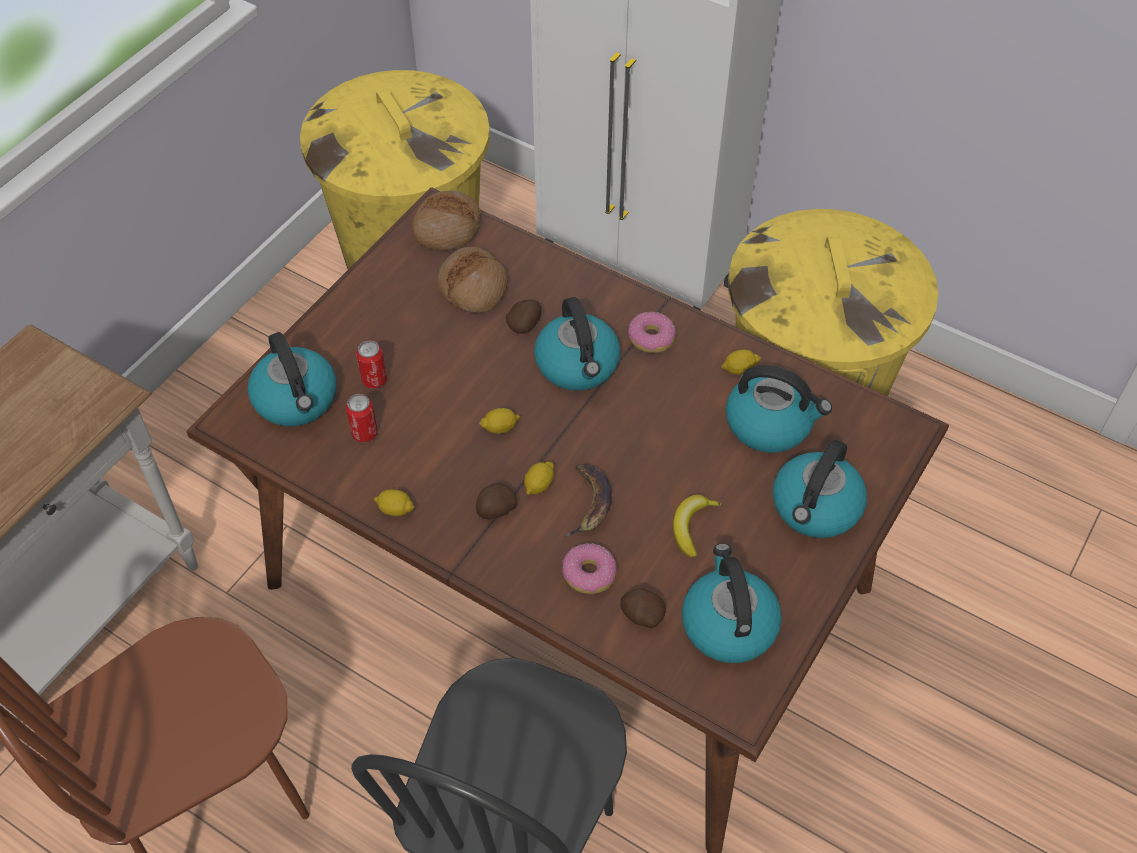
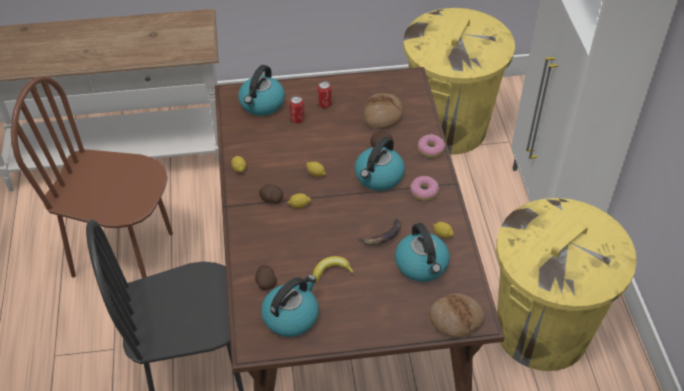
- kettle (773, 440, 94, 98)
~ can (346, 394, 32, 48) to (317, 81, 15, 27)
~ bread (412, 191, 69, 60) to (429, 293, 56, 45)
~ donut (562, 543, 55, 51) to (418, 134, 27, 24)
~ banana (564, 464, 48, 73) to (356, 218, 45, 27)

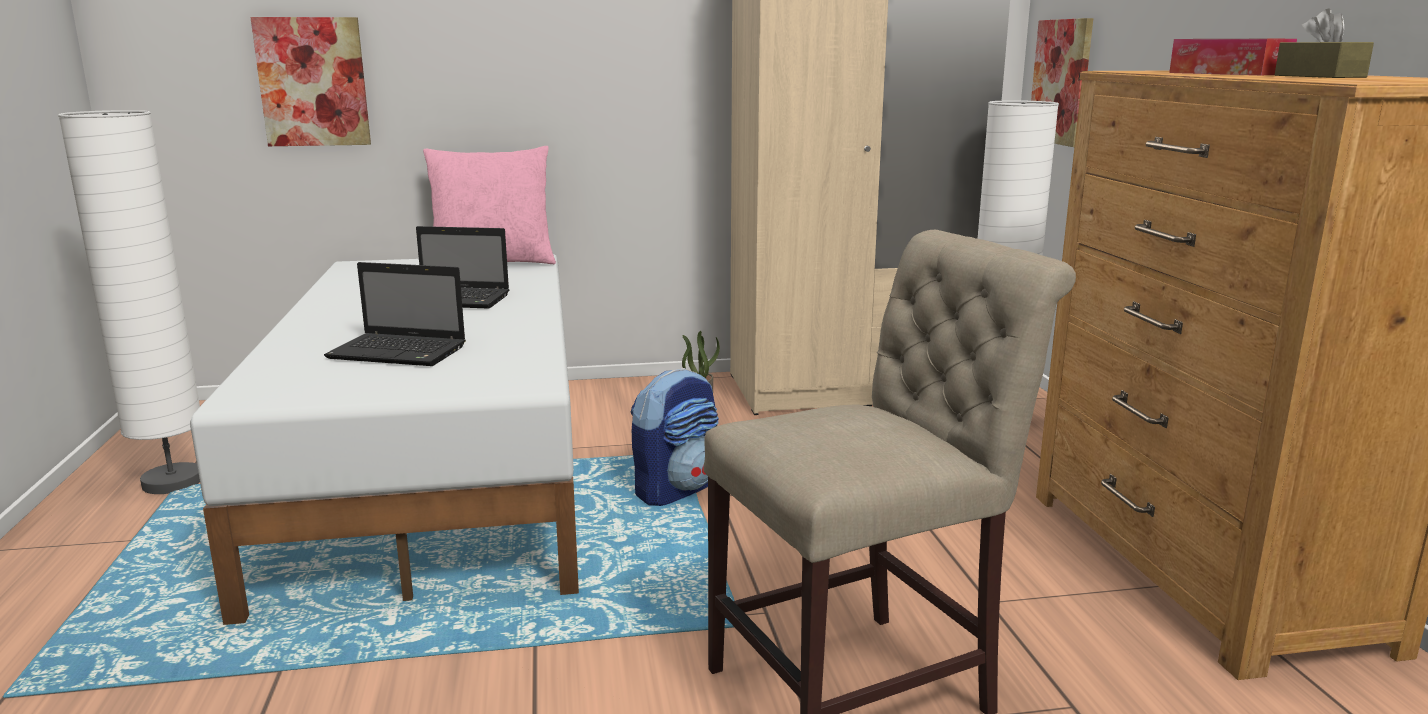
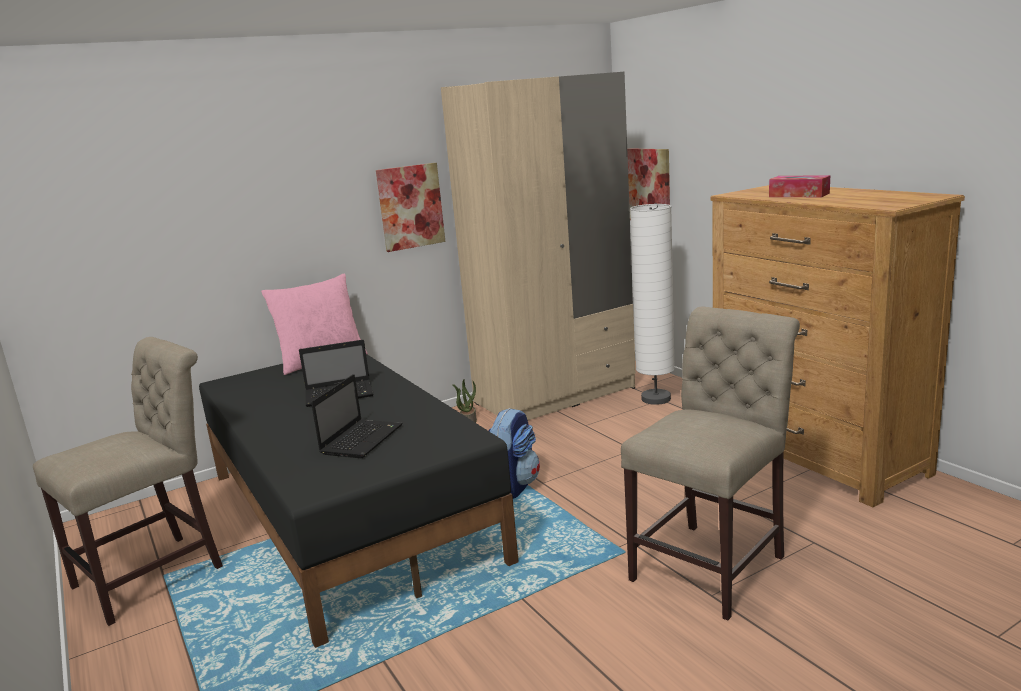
- brown_tissue_box (1275, 8, 99, 70)
~ picture (250, 17, 121, 129) to (376, 163, 69, 89)
~ white_floor_lamp (58, 110, 142, 384) to beige_chair (33, 337, 190, 289)
~ white_bed (190, 254, 389, 371) to black_bed (199, 355, 320, 293)
~ laptop (324, 262, 142, 104) = (311, 374, 92, 84) 60 degrees counterclockwise

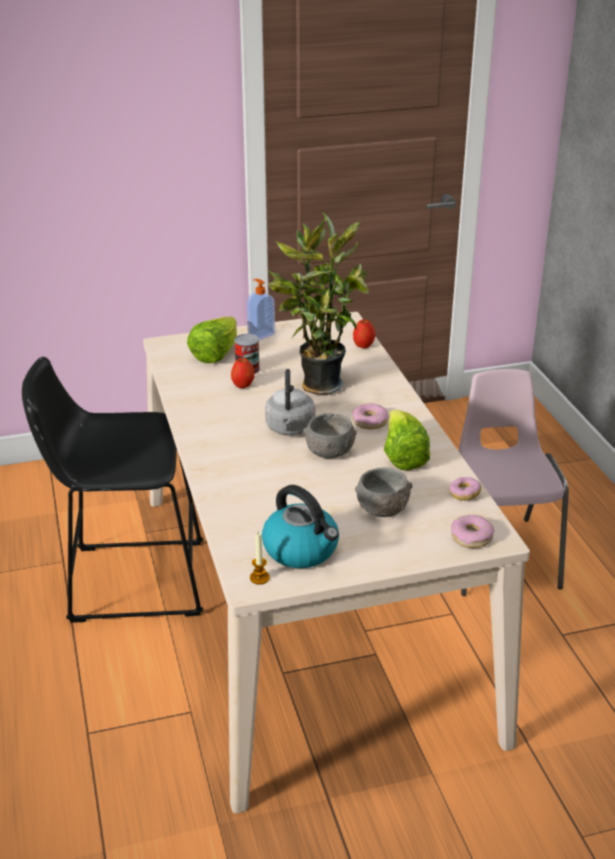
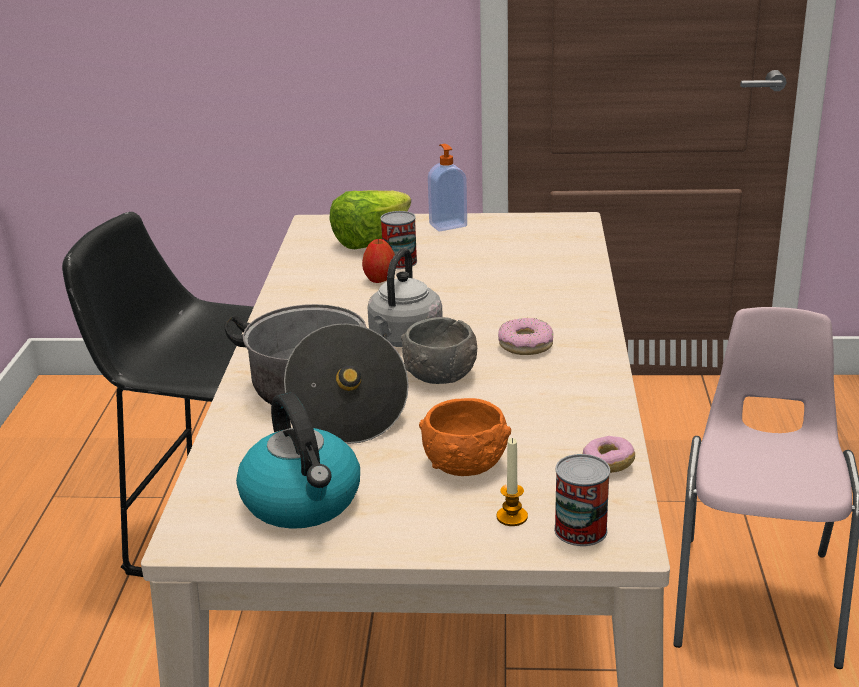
- potted_plant (268, 212, 101, 183)
- apple (353, 319, 23, 29)
- lettuce (384, 410, 46, 60)
+ cooking_pot (224, 304, 185, 140)
~ candle (250, 531, 20, 53) to (496, 438, 32, 88)
~ donut (451, 515, 43, 33) to can (554, 454, 56, 92)
~ grey_bowl (355, 467, 58, 50) to orange_bowl (419, 398, 92, 78)

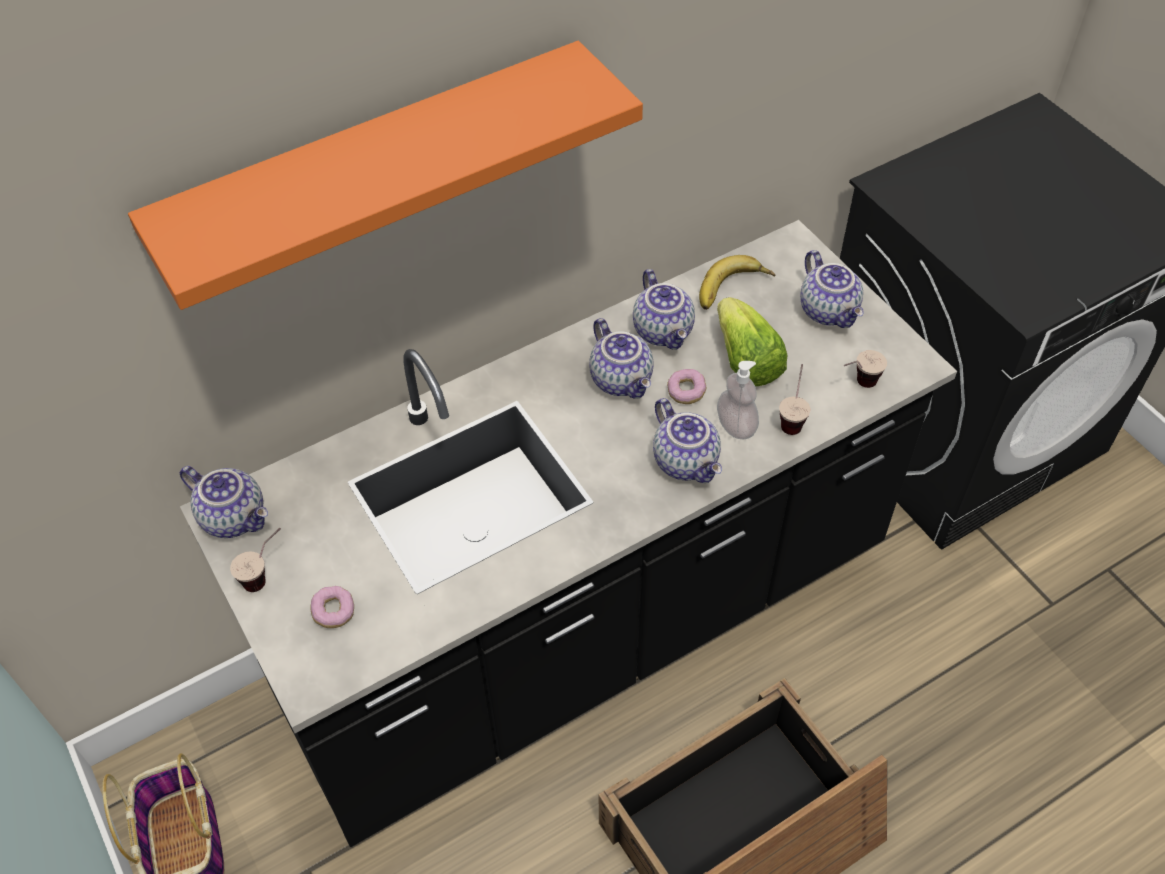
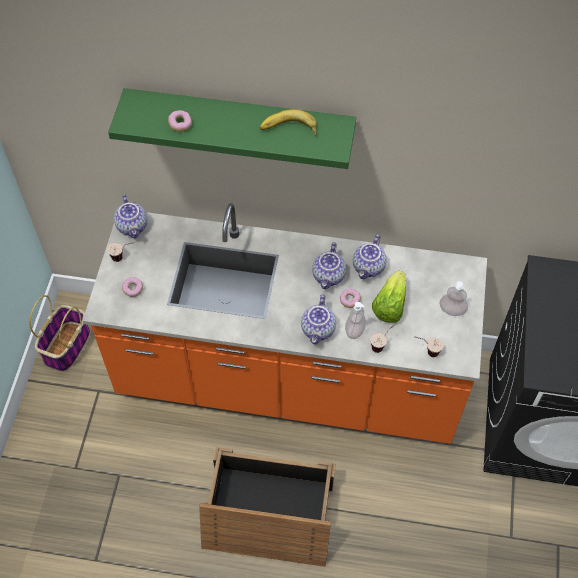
+ donut (168, 110, 24, 22)
~ banana (699, 255, 76, 55) to (260, 109, 57, 27)
~ teapot (800, 250, 64, 78) to soap_dispenser (440, 281, 28, 35)
~ orange_shelf (128, 41, 515, 269) to green_shelf (108, 88, 248, 81)
~ black_counter (180, 220, 777, 627) to orange_counter (82, 203, 405, 241)

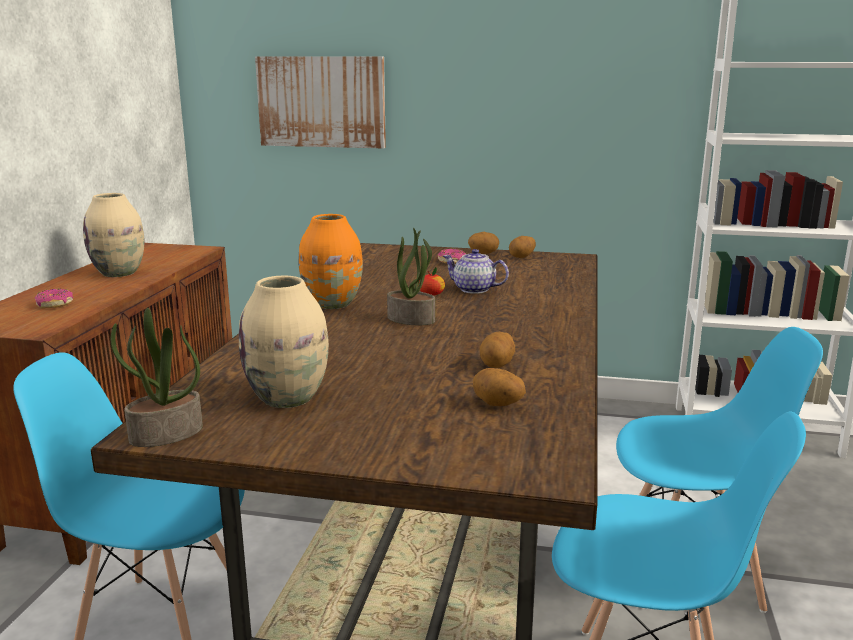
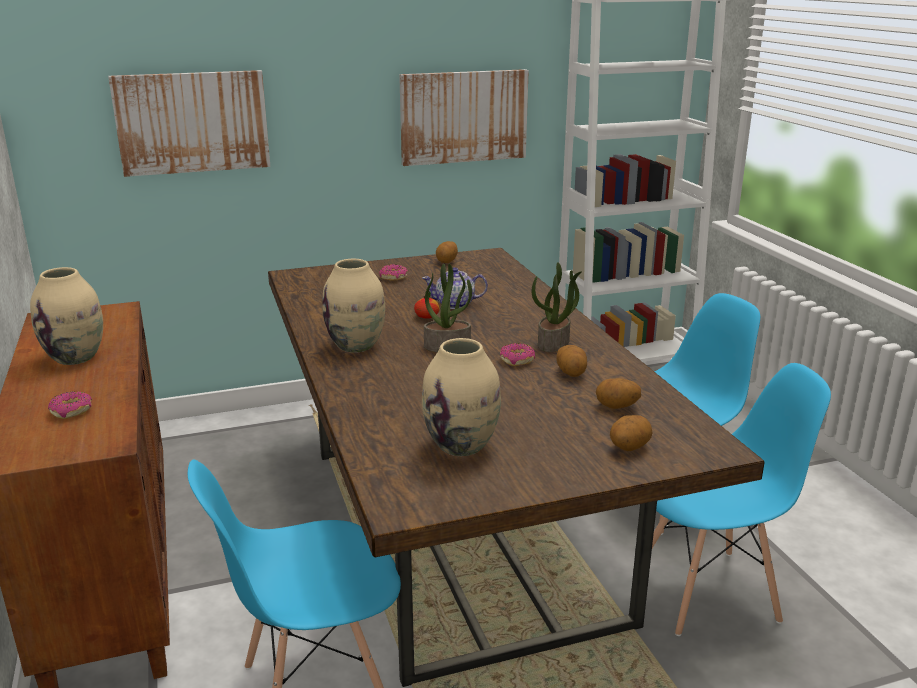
+ picture (399, 69, 130, 97)
+ donut (500, 343, 35, 23)
~ potted_plant (111, 308, 92, 139) to (532, 262, 50, 90)
~ potato (468, 232, 31, 22) to (610, 415, 42, 36)
~ orange_vase (299, 214, 64, 95) to beige_vase (322, 259, 63, 94)

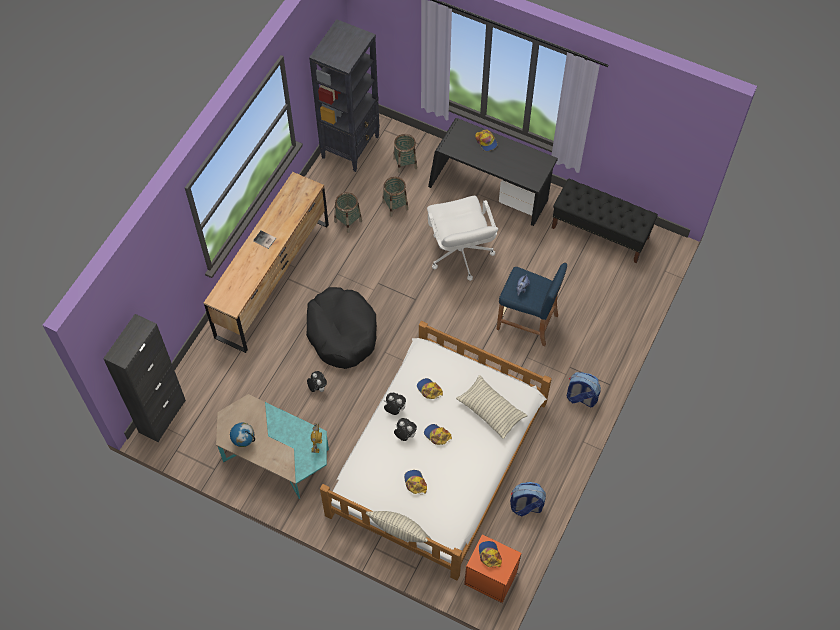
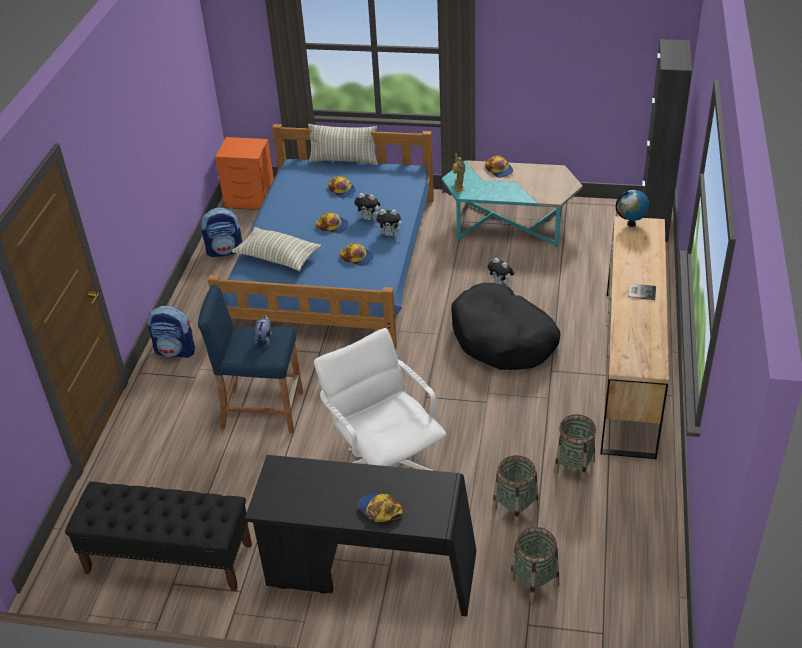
- black_bookcase (309, 19, 71, 153)
~ globe (230, 423, 25, 24) to (616, 190, 33, 37)
~ cap (479, 541, 23, 27) to (485, 155, 28, 23)
~ white_bed (320, 321, 232, 260) to blue_bed (208, 124, 226, 225)

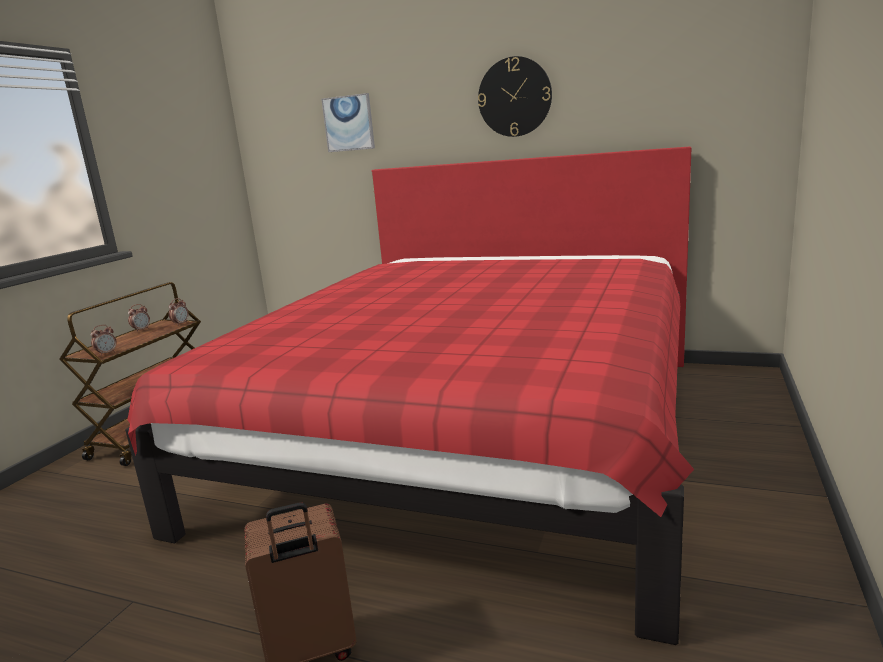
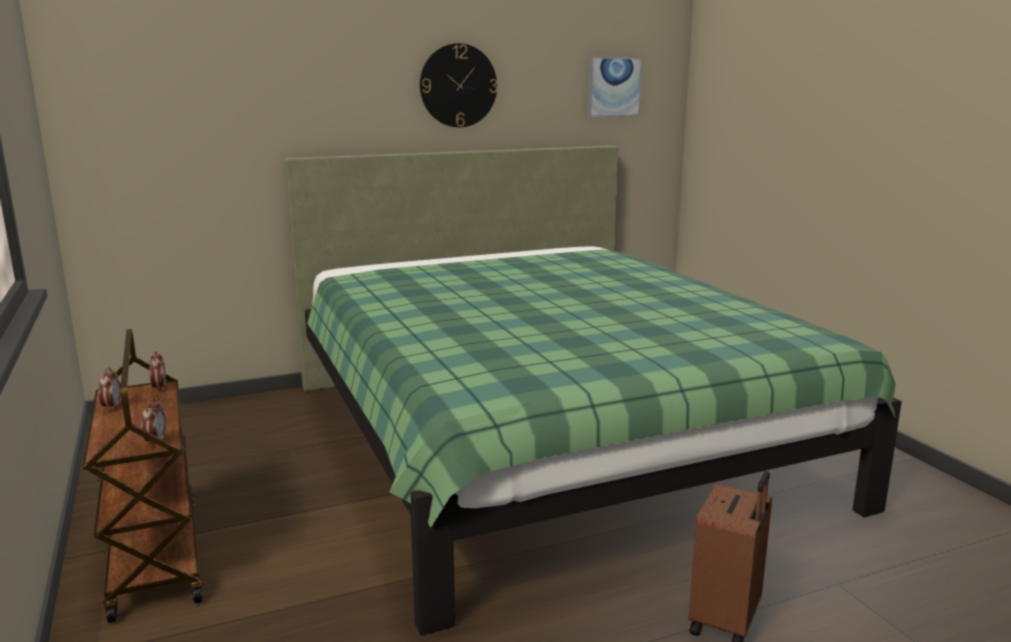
~ picture (321, 93, 54, 59) to (588, 57, 54, 61)
~ red_bed (125, 146, 569, 499) to green_bed (284, 146, 618, 489)

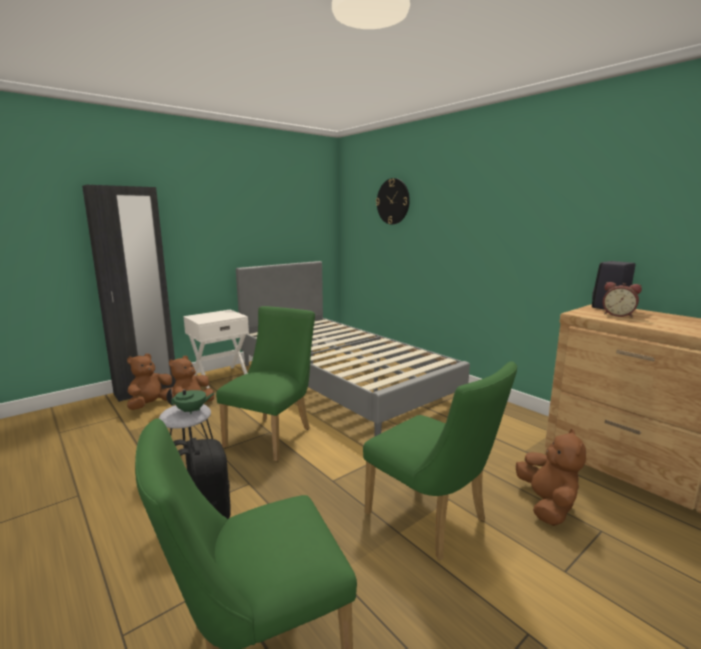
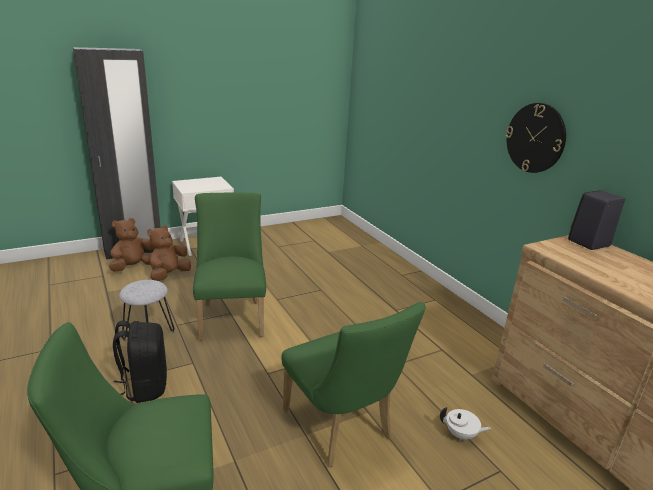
- green_teapot (167, 388, 48, 27)
- grey_bed (236, 261, 234, 175)
- alarm_clock (603, 282, 39, 35)
~ wall_clock (376, 178, 34, 47) to (506, 103, 60, 70)
~ brown_plush_toy (516, 429, 70, 97) to white_teapot (440, 407, 51, 34)
~ green_chair (216, 306, 99, 155) = (193, 193, 73, 147) 45 degrees counterclockwise

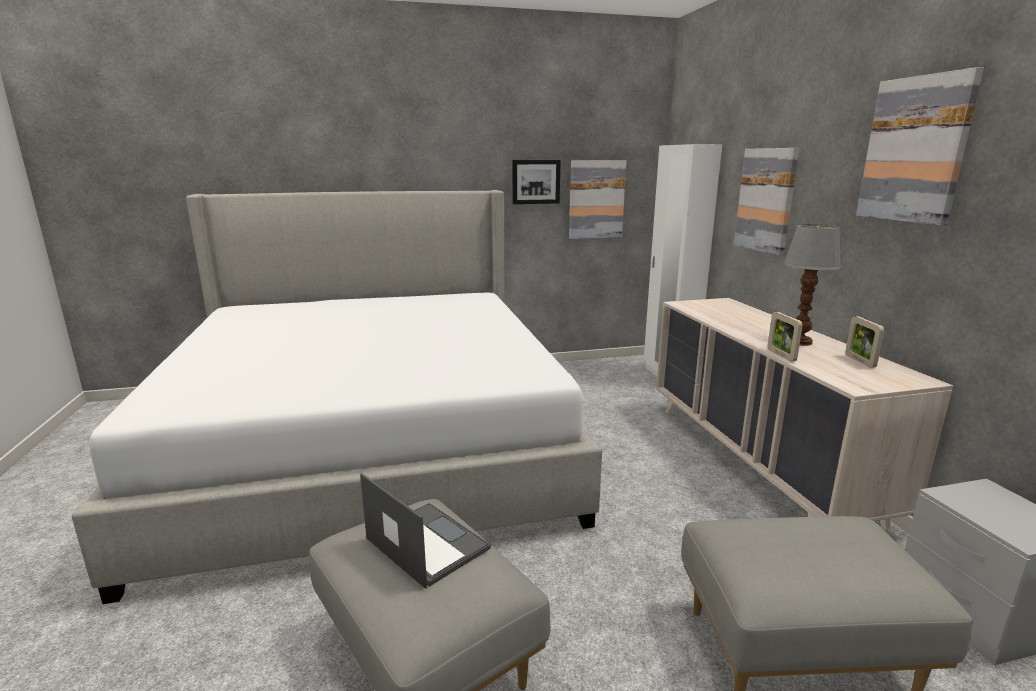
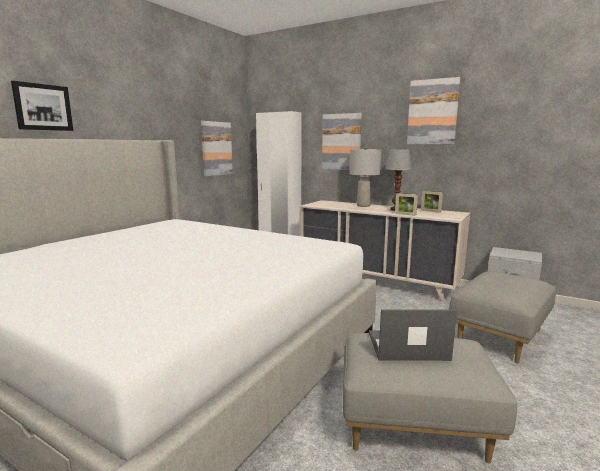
+ grey_table_lamp (349, 147, 33, 60)
~ picture (512, 160, 49, 44) to (11, 81, 62, 50)

